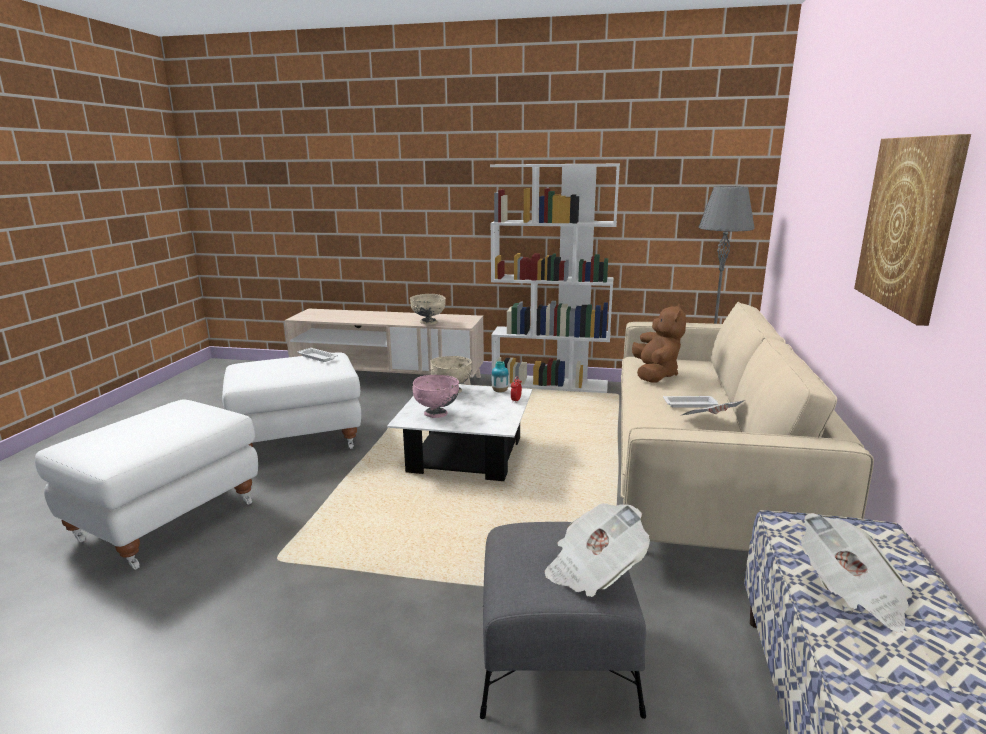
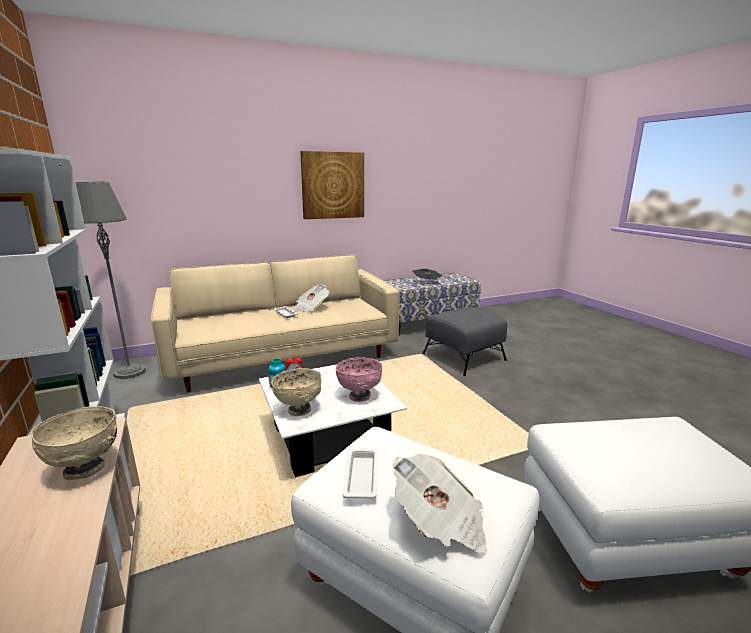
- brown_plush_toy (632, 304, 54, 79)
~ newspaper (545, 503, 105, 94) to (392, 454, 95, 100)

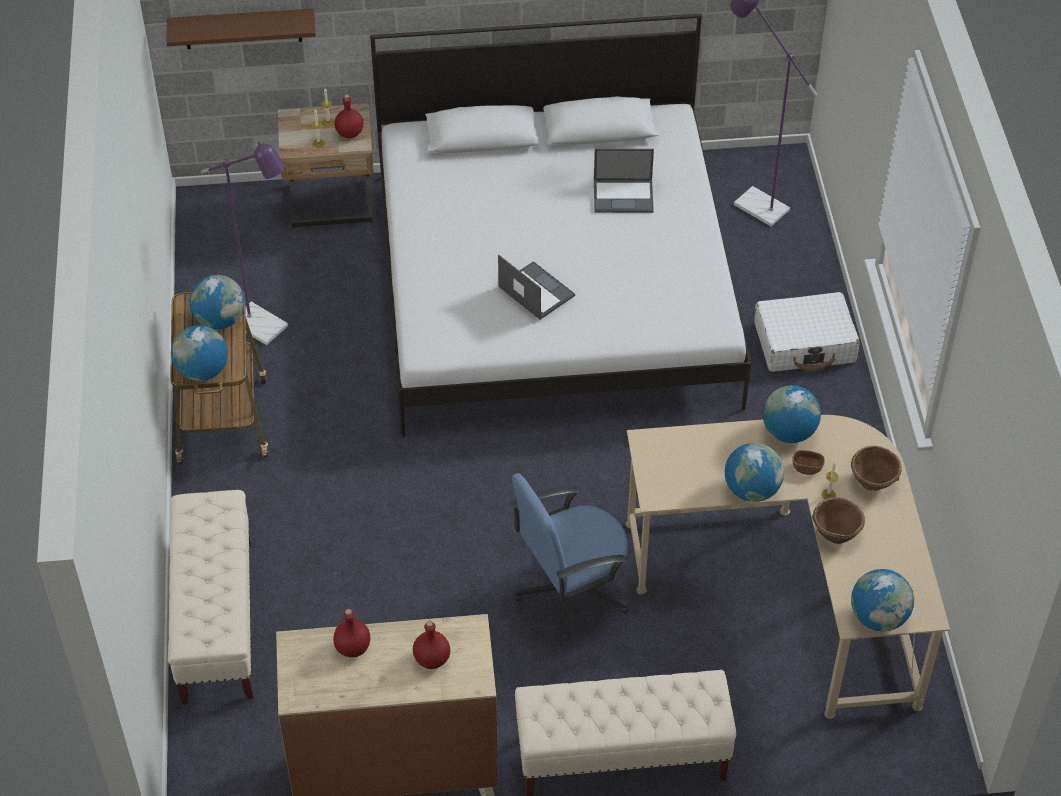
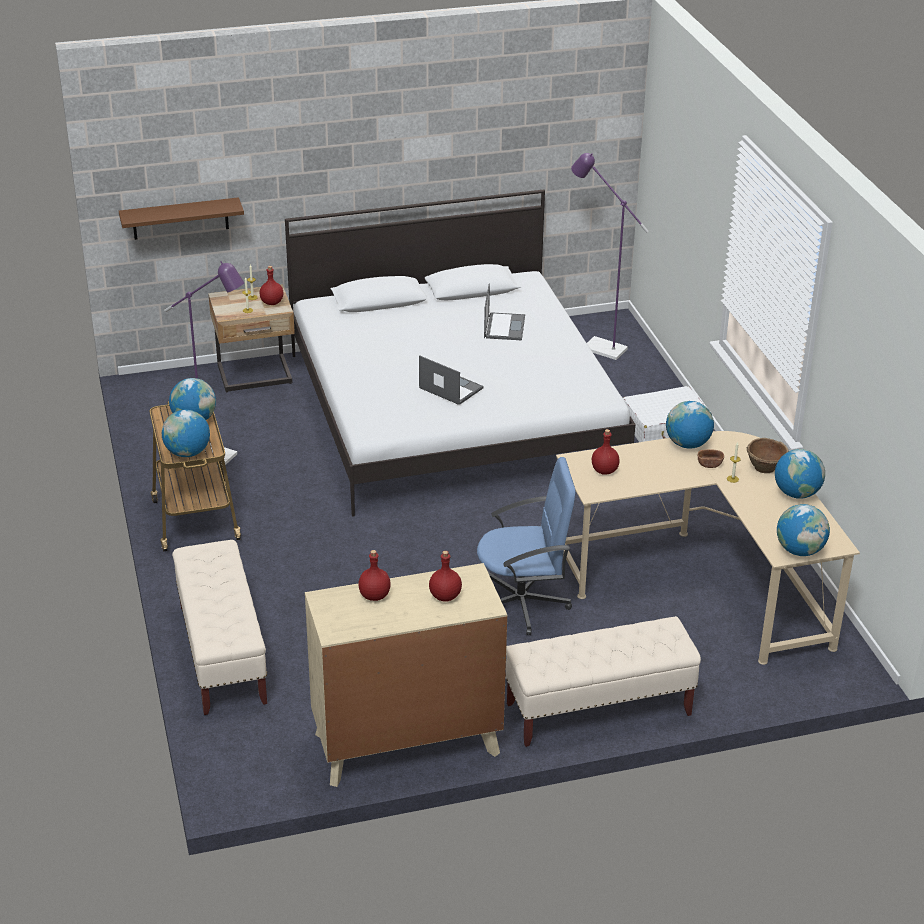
- brown_bowl (812, 497, 53, 47)
+ red_bottle (592, 429, 28, 46)
~ globe (725, 443, 59, 59) to (775, 449, 50, 49)
~ blue_office_chair (511, 473, 118, 167) = (477, 457, 99, 178) 150 degrees counterclockwise
~ laptop (594, 149, 60, 64) = (484, 283, 41, 57) 75 degrees counterclockwise

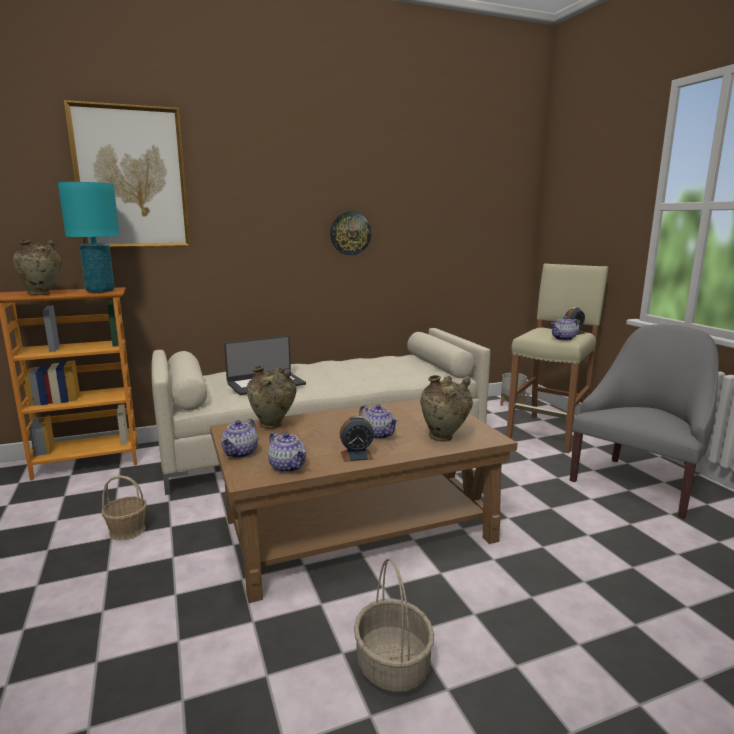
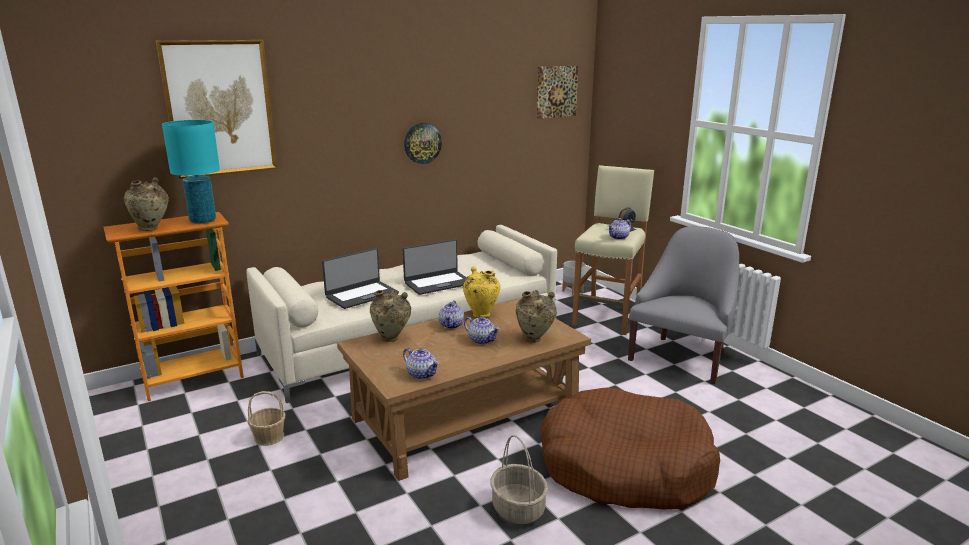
- alarm_clock (340, 416, 34, 46)
+ laptop (403, 239, 64, 56)
+ yellow_vase (463, 266, 37, 52)
+ picture (536, 66, 42, 53)
+ brown_dog_bed (540, 388, 180, 121)
~ teapot (221, 419, 37, 39) to (439, 300, 25, 29)

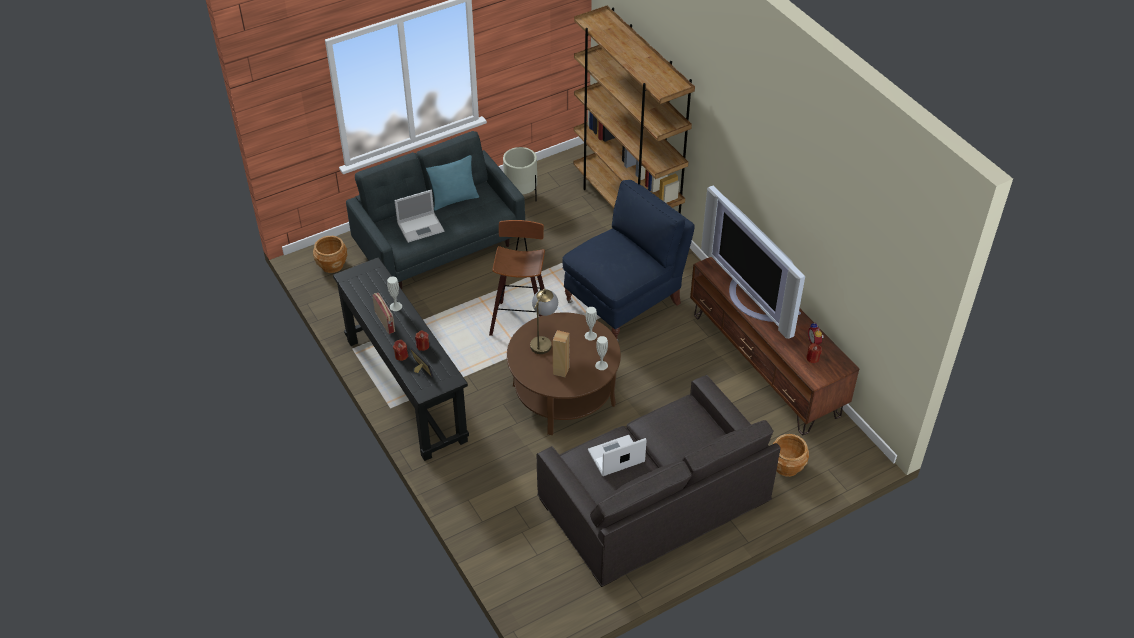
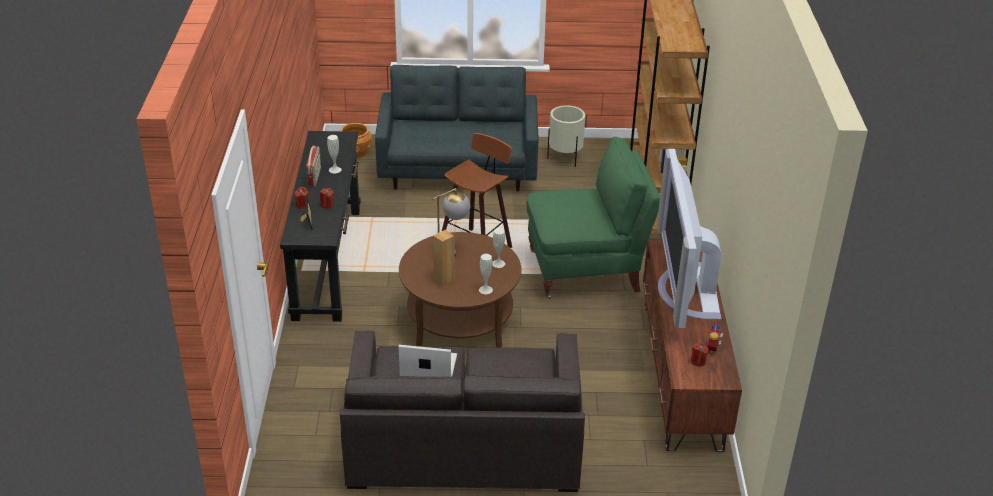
- laptop (394, 190, 51, 53)
- turquoise_pillow (426, 155, 53, 56)
- brown_planter (773, 434, 36, 43)
~ blue_armchair (563, 180, 132, 161) to green_armchair (527, 136, 133, 163)

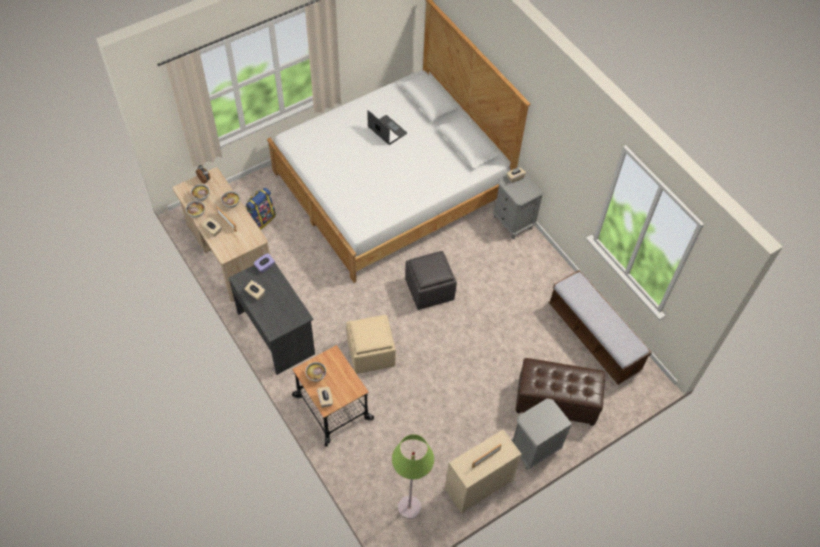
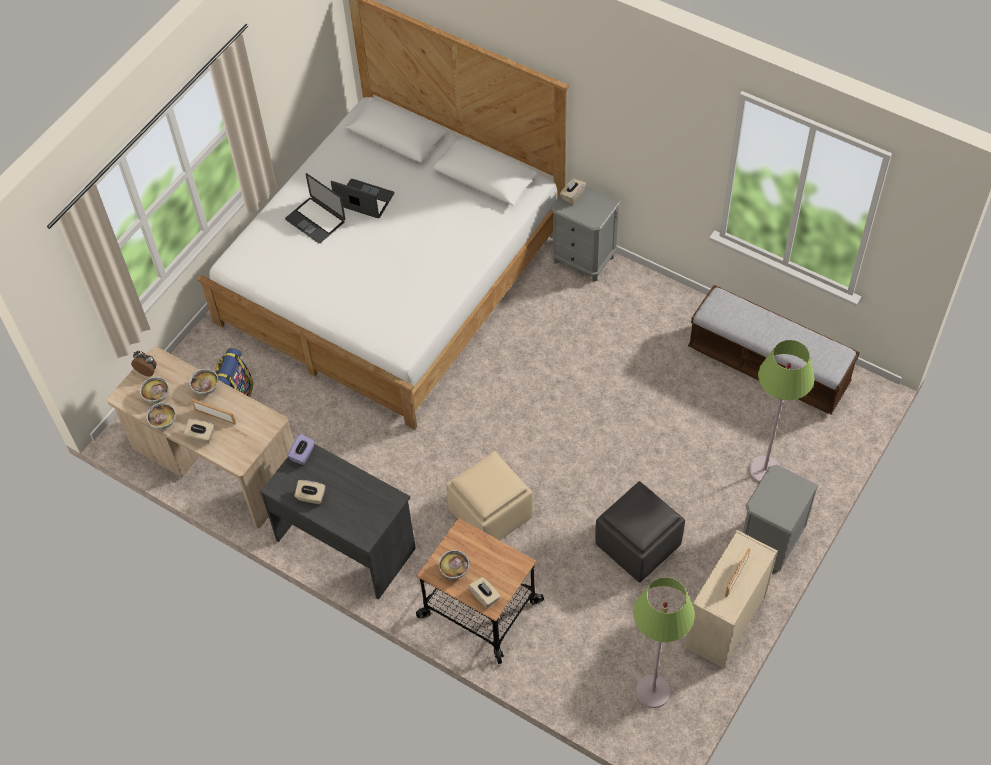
+ laptop (285, 173, 60, 70)
~ grey_ottoman (405, 251, 52, 59) to (595, 481, 90, 101)
~ brown_ottoman (515, 358, 90, 68) to green_floor_lamp (749, 340, 65, 143)

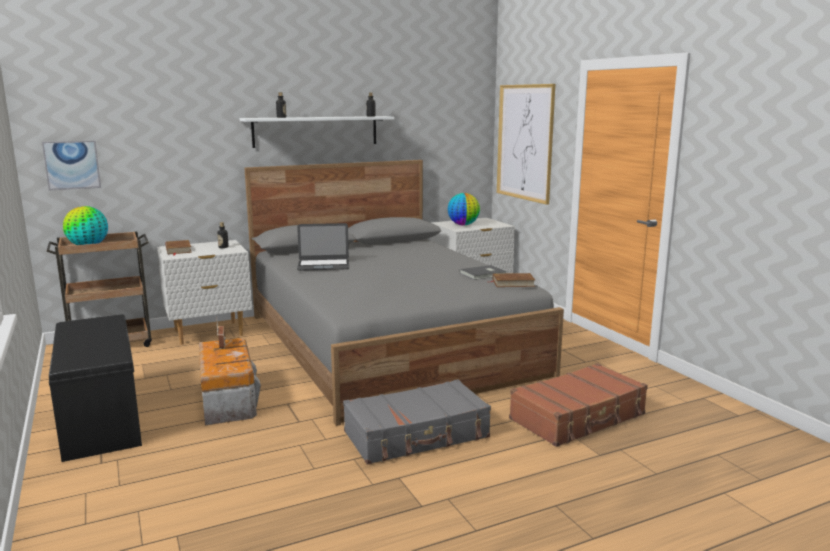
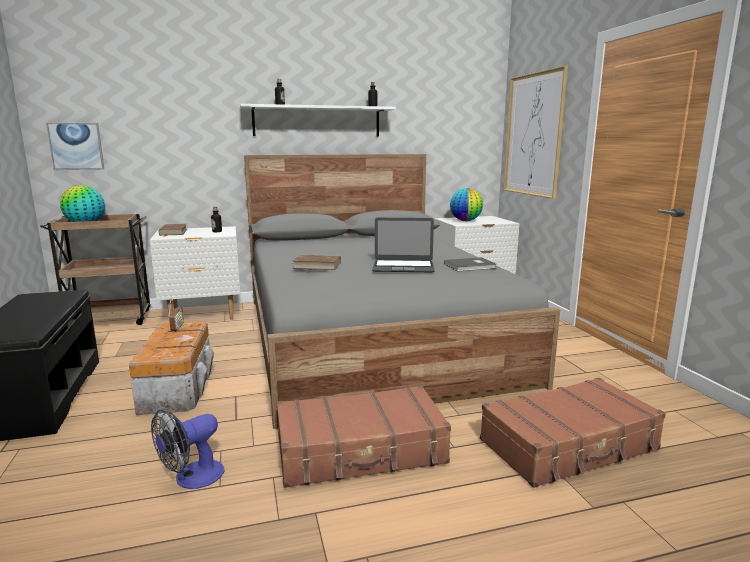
+ fan (151, 410, 73, 79)
~ laptop (297, 223, 52, 48) to (372, 218, 63, 54)
~ brown_book (491, 273, 44, 14) to (292, 255, 49, 15)
~ grey_suitcase (343, 379, 148, 86) to brown_suitcase (277, 385, 174, 103)

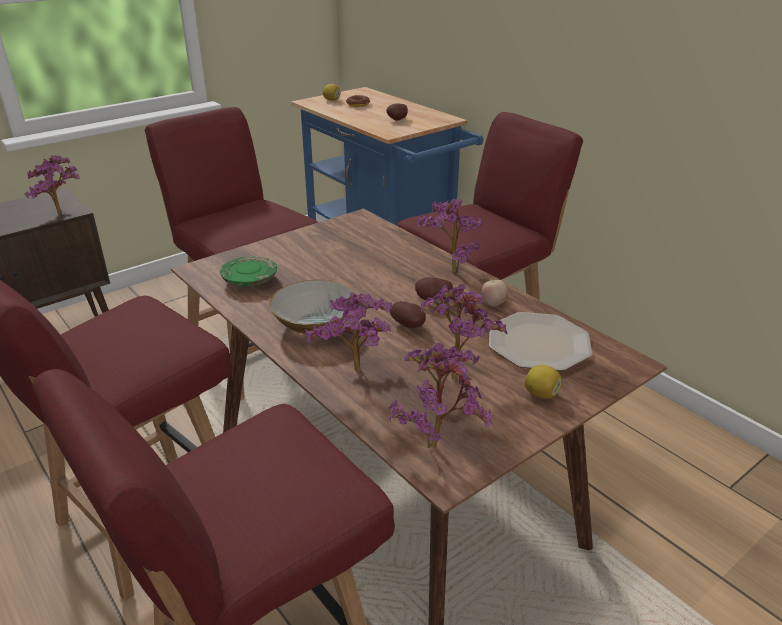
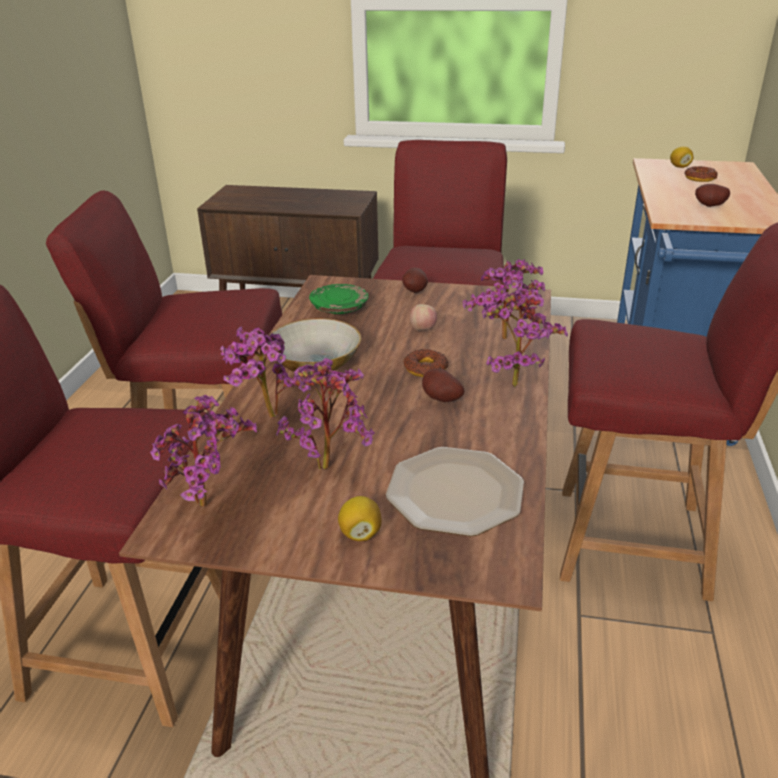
+ donut (404, 349, 45, 28)
~ potted_plant (25, 155, 55, 59) to (463, 259, 82, 80)
~ potato (390, 301, 36, 27) to (402, 268, 26, 25)
~ apple (481, 280, 27, 26) to (410, 304, 27, 26)

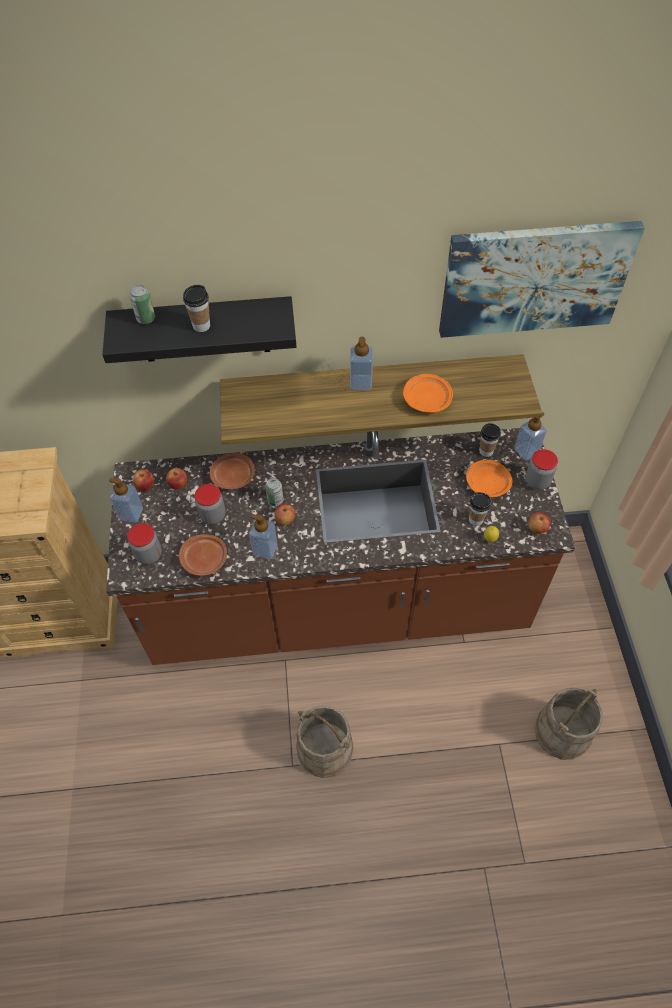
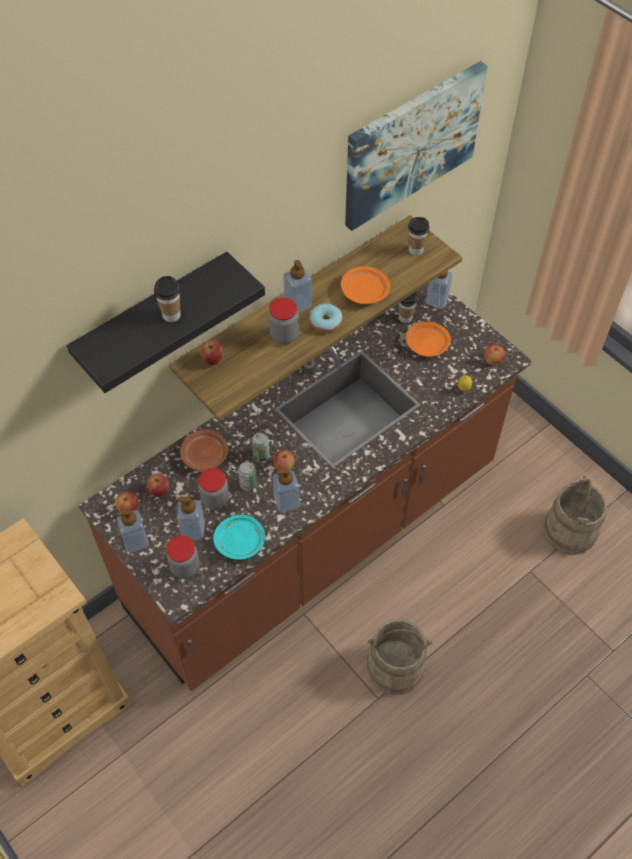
+ soap_dispenser (177, 496, 28, 43)
+ apple (200, 340, 23, 25)
+ donut (310, 304, 33, 29)
~ can (129, 285, 26, 39) to (238, 461, 19, 30)
~ cup (469, 492, 22, 34) to (408, 217, 21, 38)
~ jar (525, 449, 33, 41) to (269, 298, 30, 46)
~ brown_plate (179, 534, 48, 42) to turquoise_plate (213, 515, 52, 45)

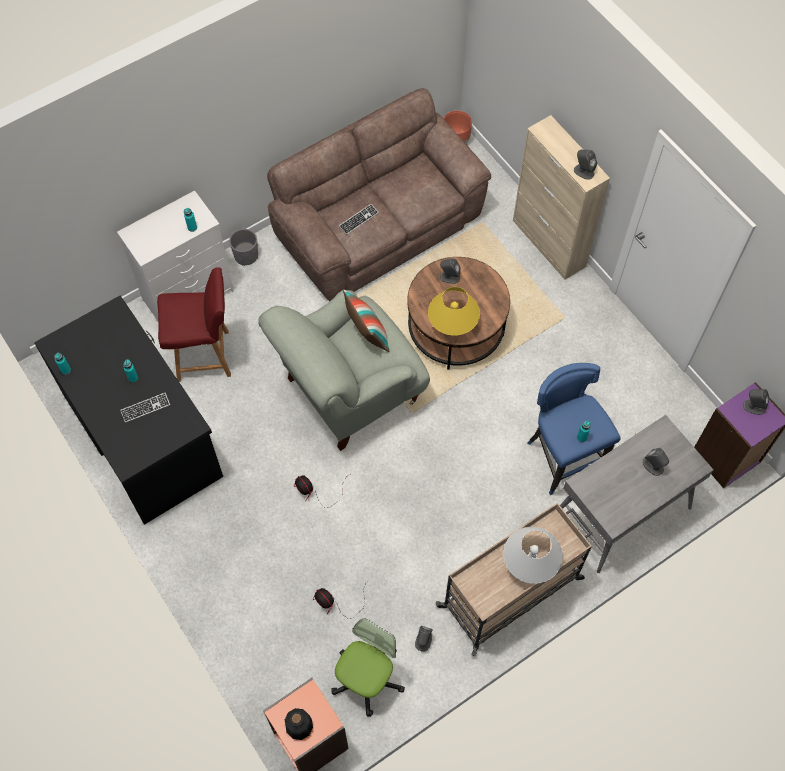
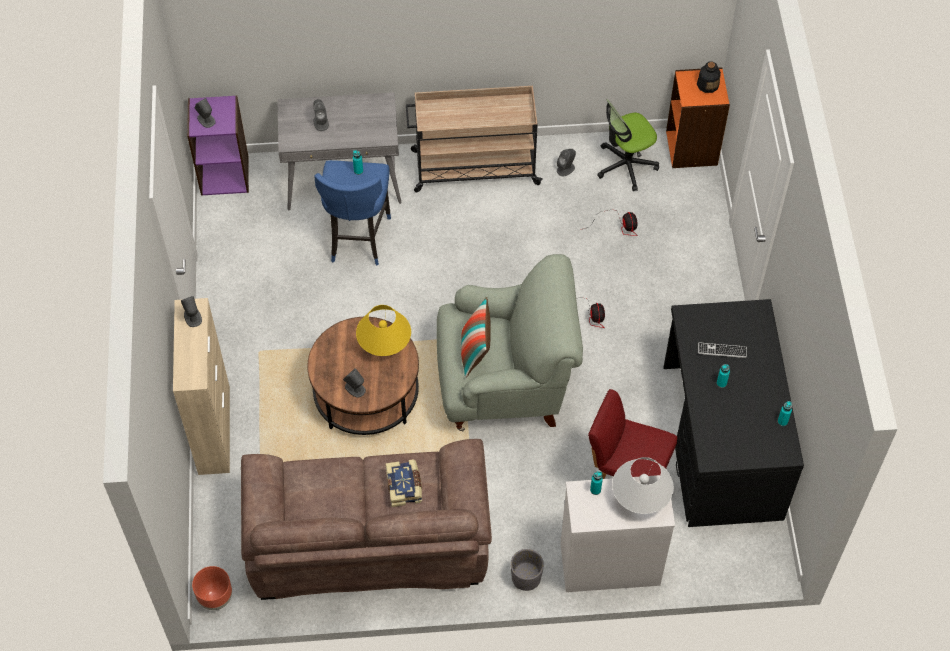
~ white_table_lamp (503, 527, 60, 57) to (612, 457, 62, 57)
~ keyboard (339, 204, 40, 31) to book (385, 459, 37, 48)

